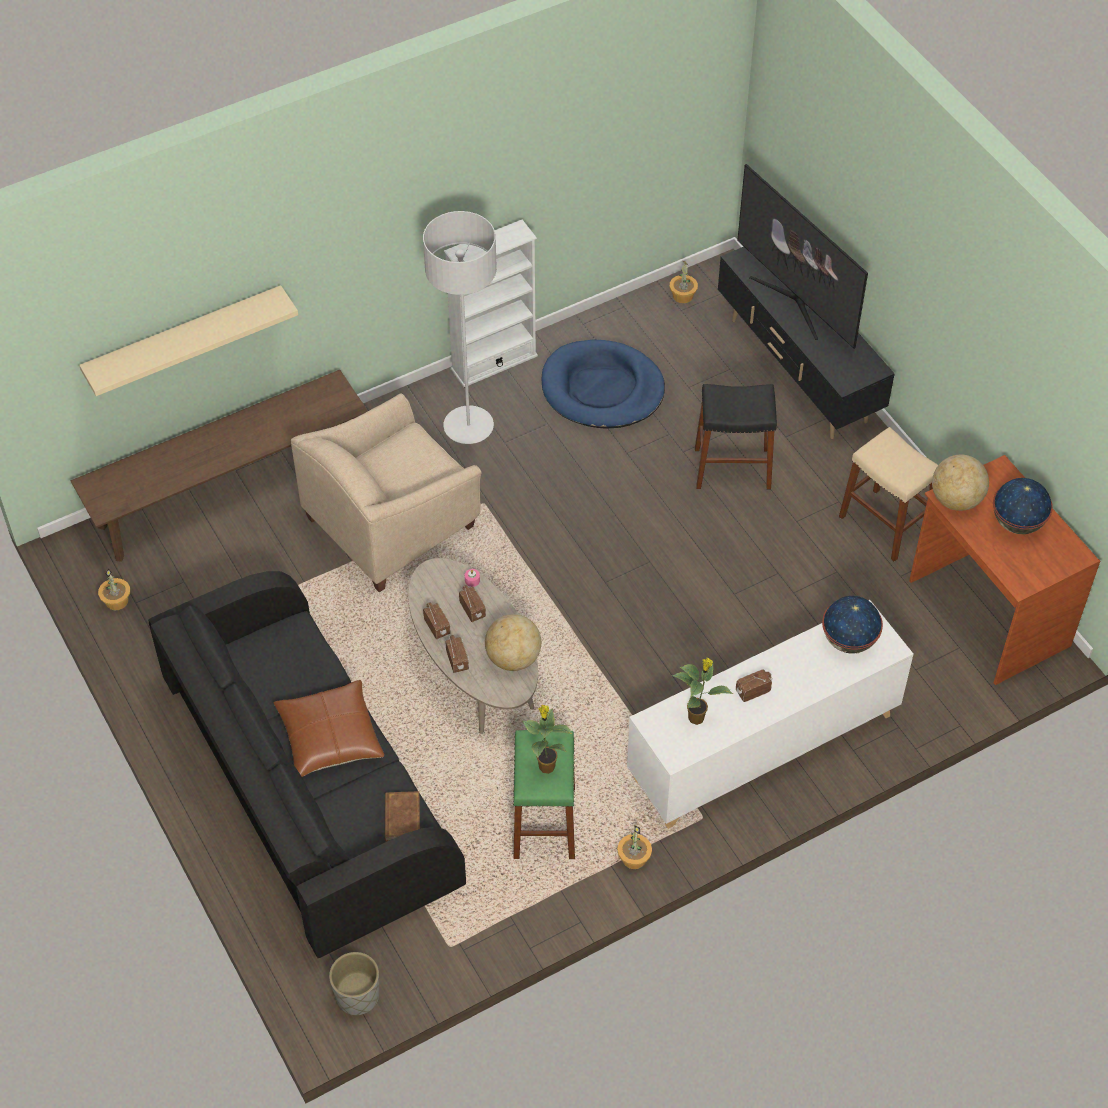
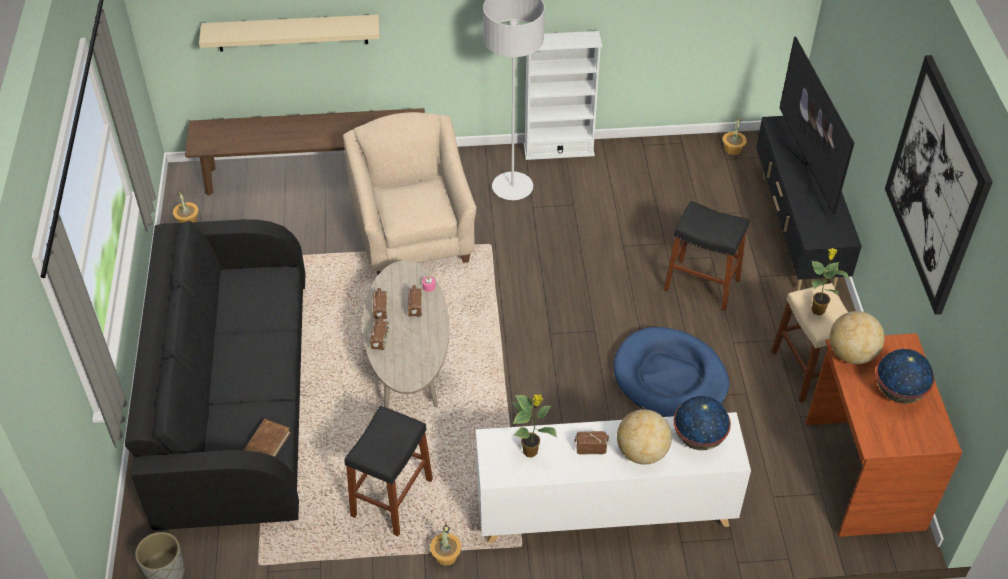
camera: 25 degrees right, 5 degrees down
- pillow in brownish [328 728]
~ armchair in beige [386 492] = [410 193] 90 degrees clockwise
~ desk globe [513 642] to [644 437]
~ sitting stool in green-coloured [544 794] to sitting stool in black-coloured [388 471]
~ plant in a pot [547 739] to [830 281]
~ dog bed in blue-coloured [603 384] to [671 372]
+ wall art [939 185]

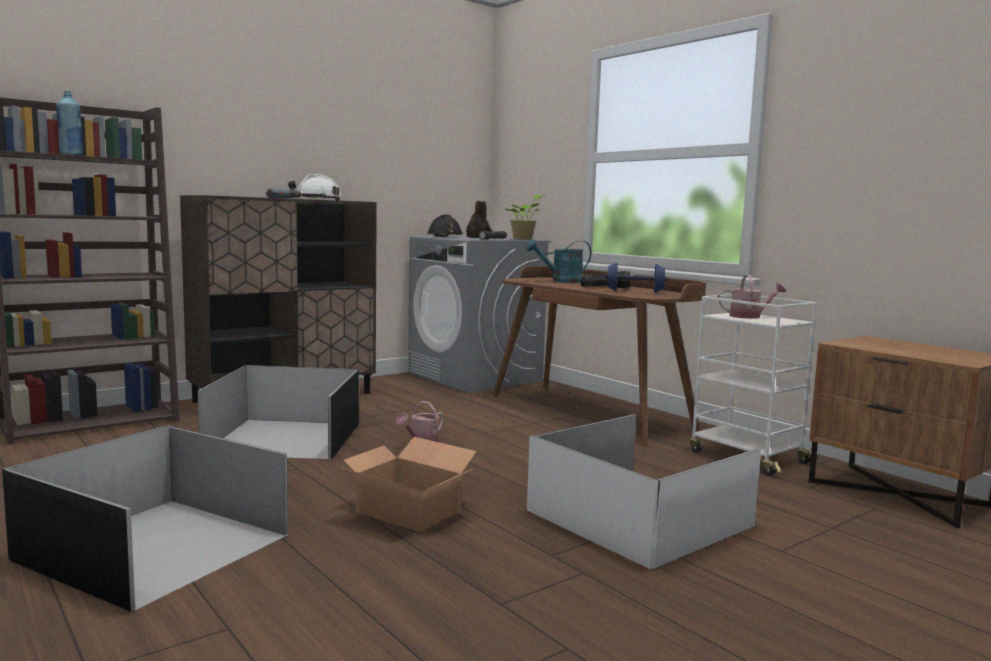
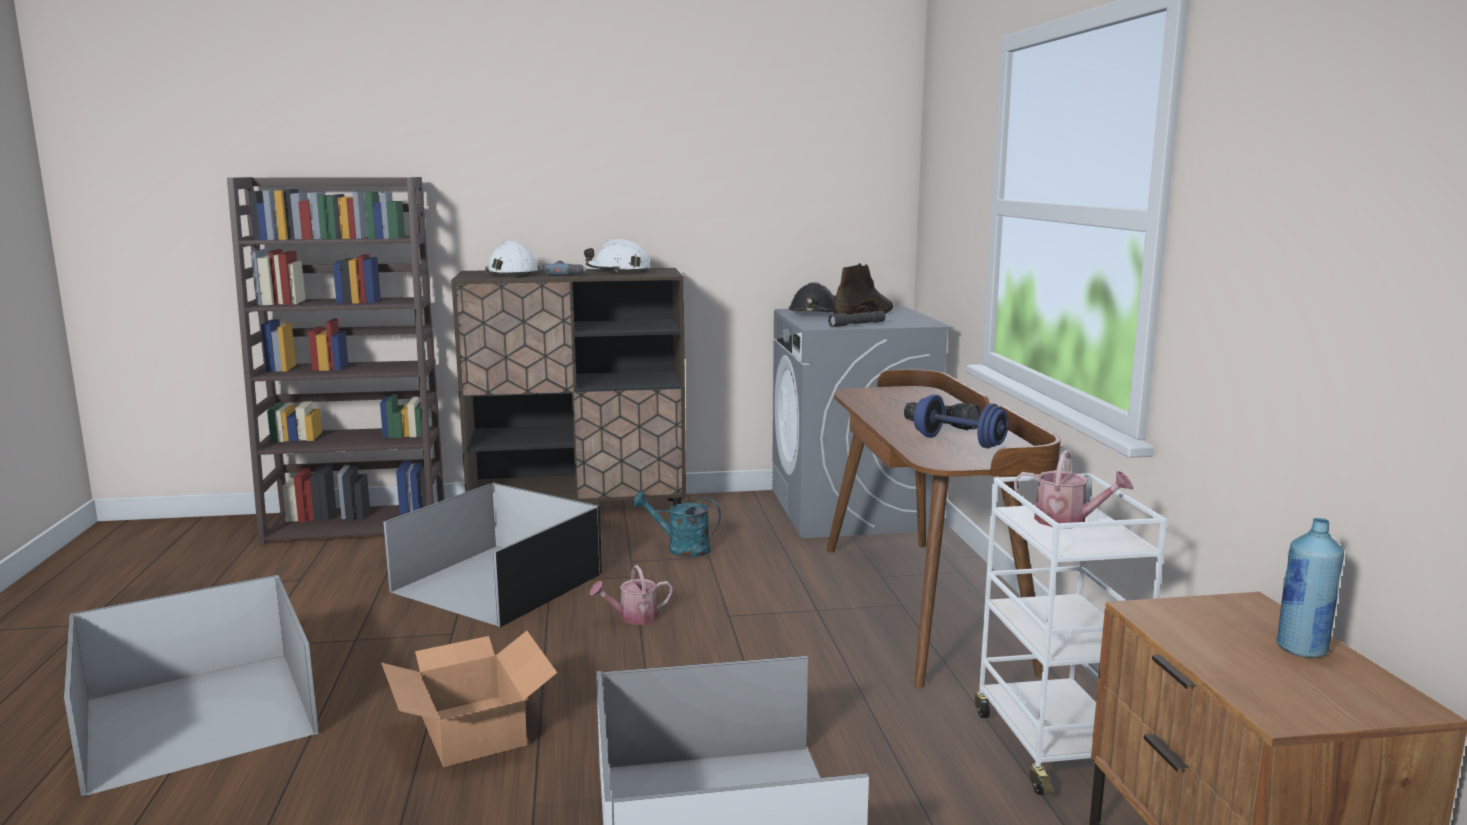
camera: 30 degrees right, 5 degrees up
~ drink bottle in blue-coloured [69 123] to [1310 588]
- plant in a pot [524 217]
~ sprinkling can in turquoise-coloured [559 261] to [677 524]
+ safety helmet in white-coloured [512 259]

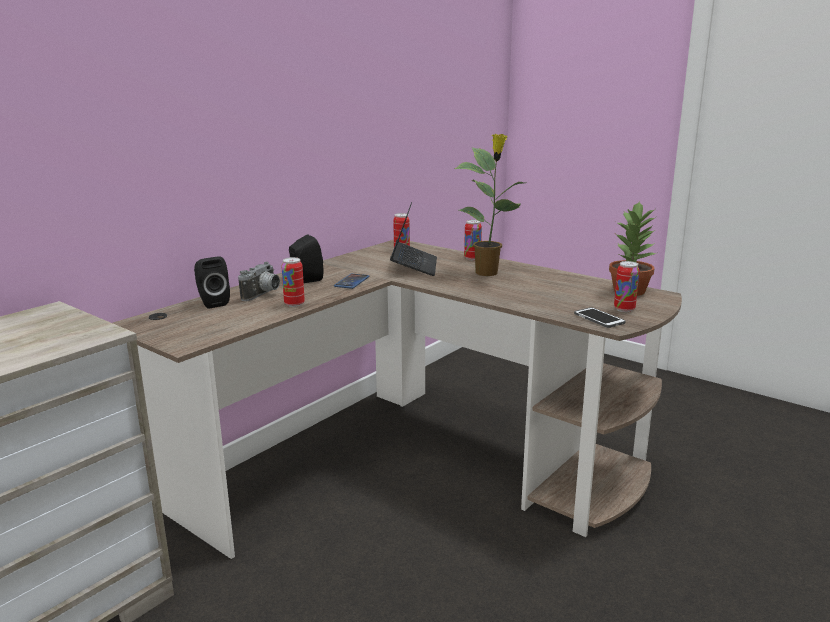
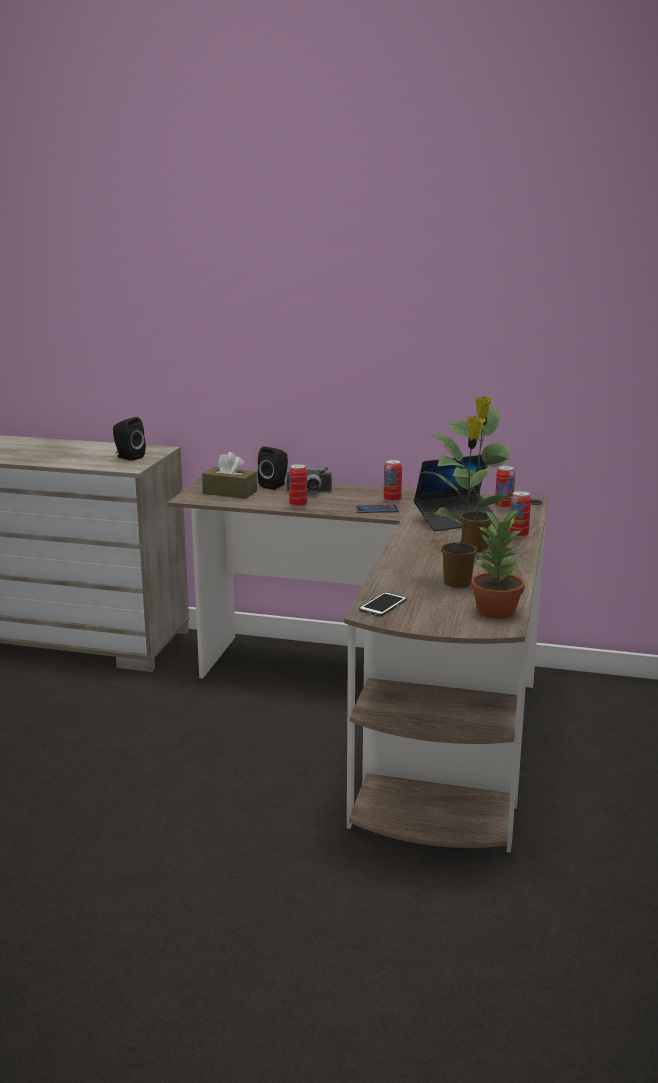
camera: 65 degrees right, 0 degrees up
~ loudspeaker in black-coloured [306 258] to [129 439]
~ metal can [626 286] to [393 481]
+ tissue box in brownish [229 475]
+ plant in a pot [469 502]

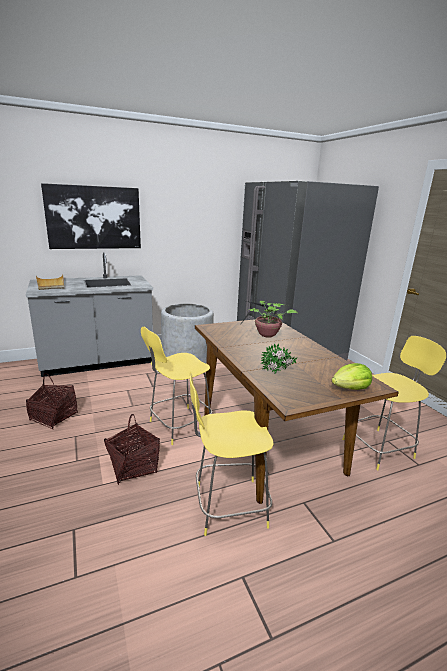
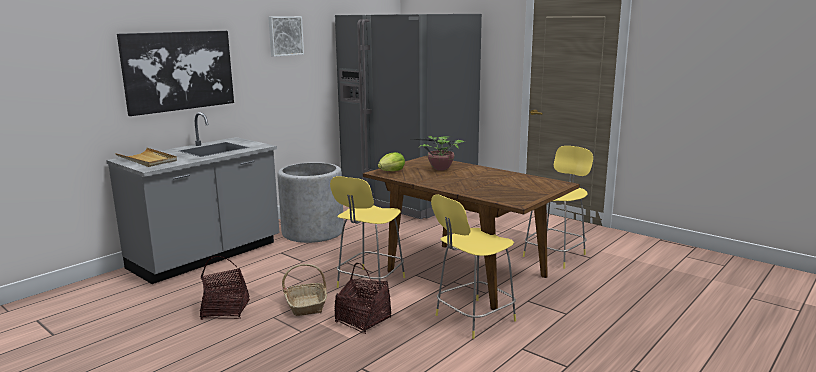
camera: 25 degrees left, 5 degrees down
- plant in a pot [279 358]
~ lettuce head [352 376] to [391 161]
+ wall art [286 36]
+ storage basket [304 290]

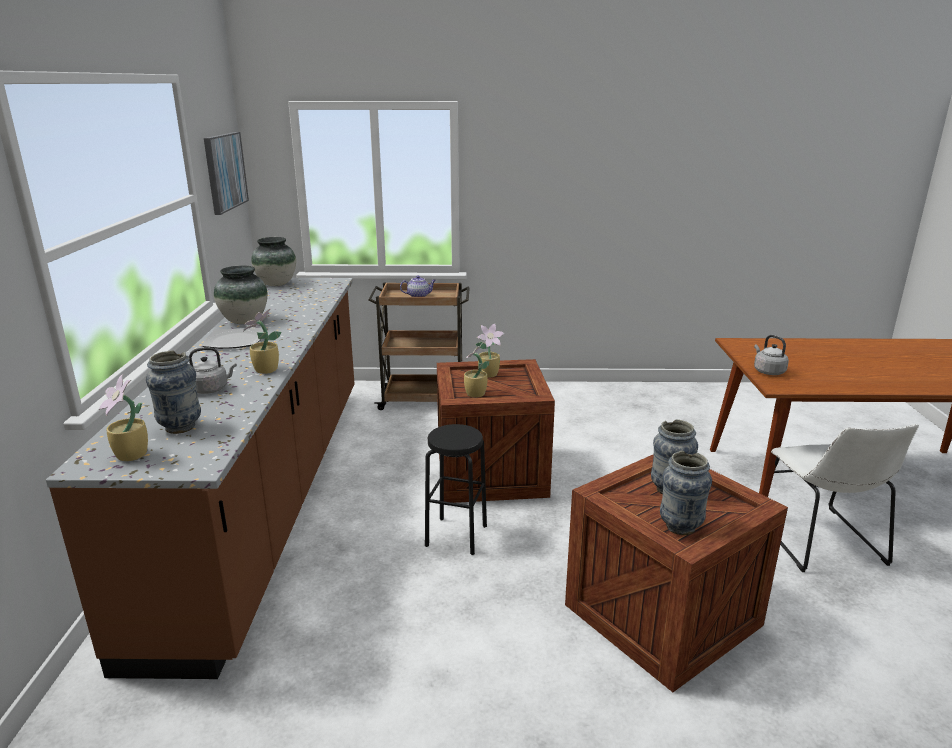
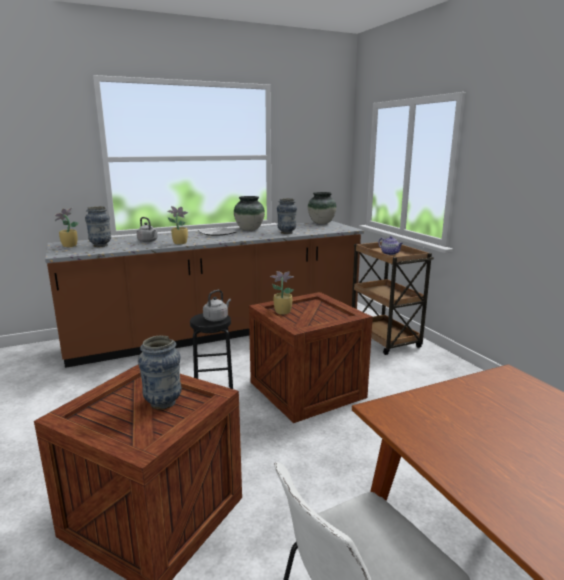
camera: 65 degrees right, 5 degrees down
- wall art [226 173]
- plant in a pot [490 351]
~ flower vase [686 493] to [287 216]
~ water kettle in gray [771 355] to [217 305]

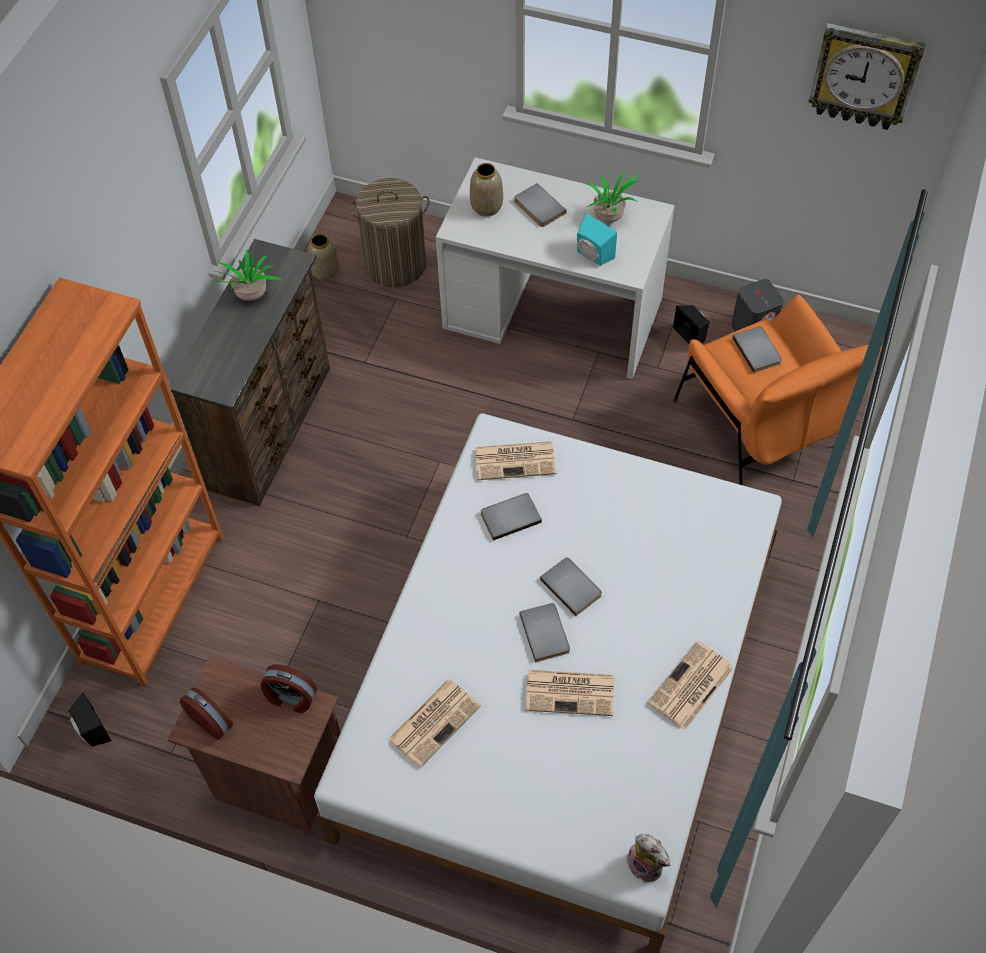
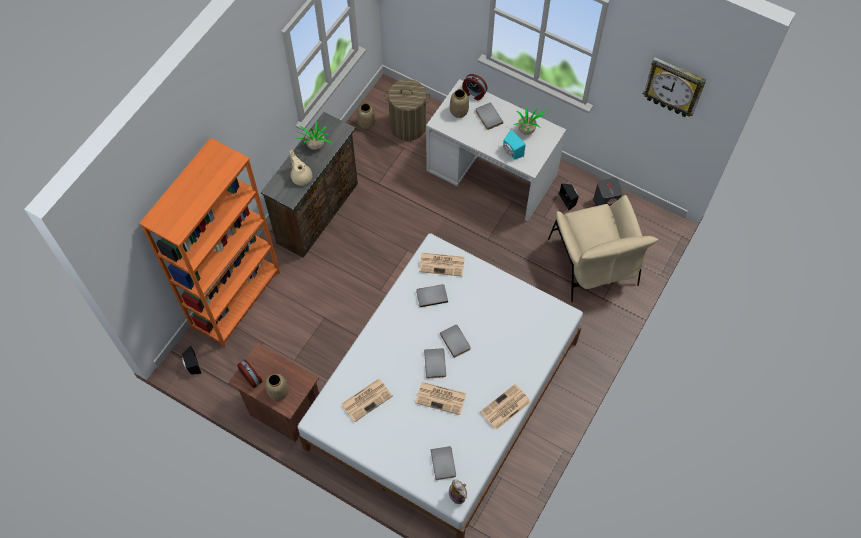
camera: 10 degrees right, 5 degrees up
~ table clock [289 689] to [474 87]
~ armchair in orange-coloured [777 389] to armchair in beige [603 248]
~ bound book in gray [757 349] to [443 463]
+ flower vase [277 387]
+ teapot in beige [301 168]

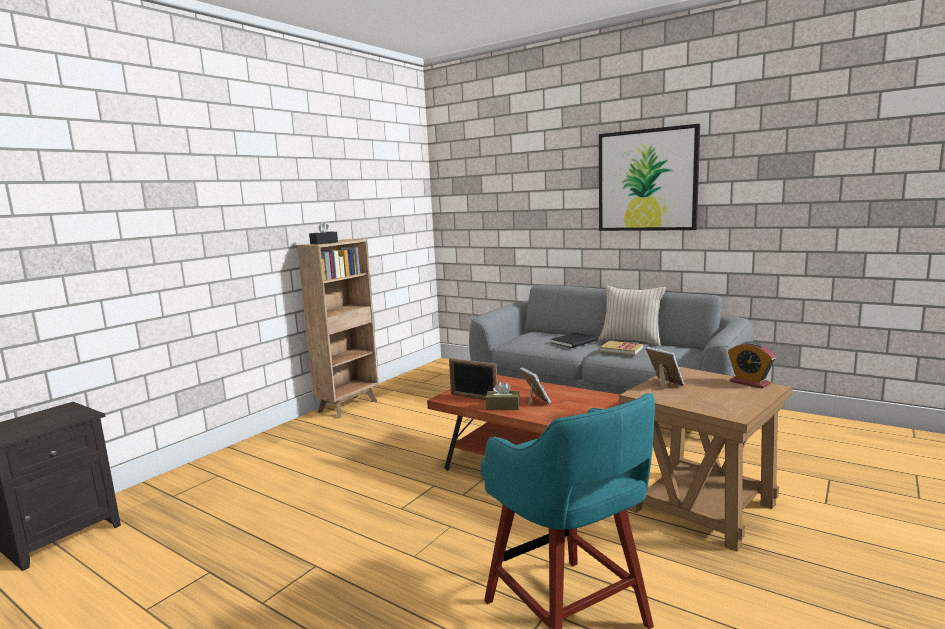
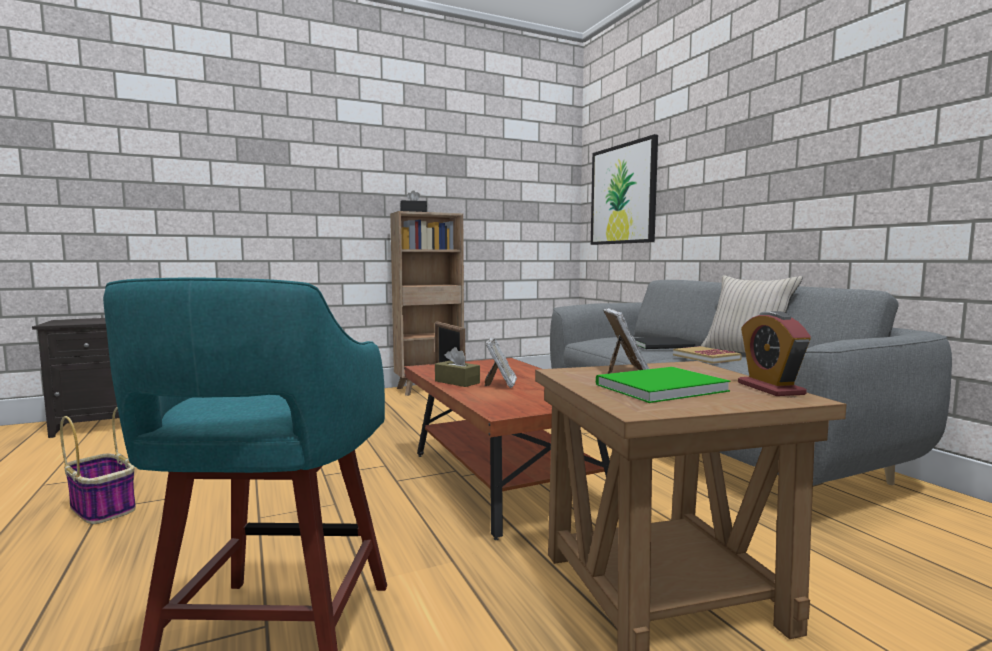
camera: 30 degrees right, 5 degrees down
~ wall art [649 177] to [624 189]
+ storage basket [98 465]
+ bound book in green-coloured [663 385]

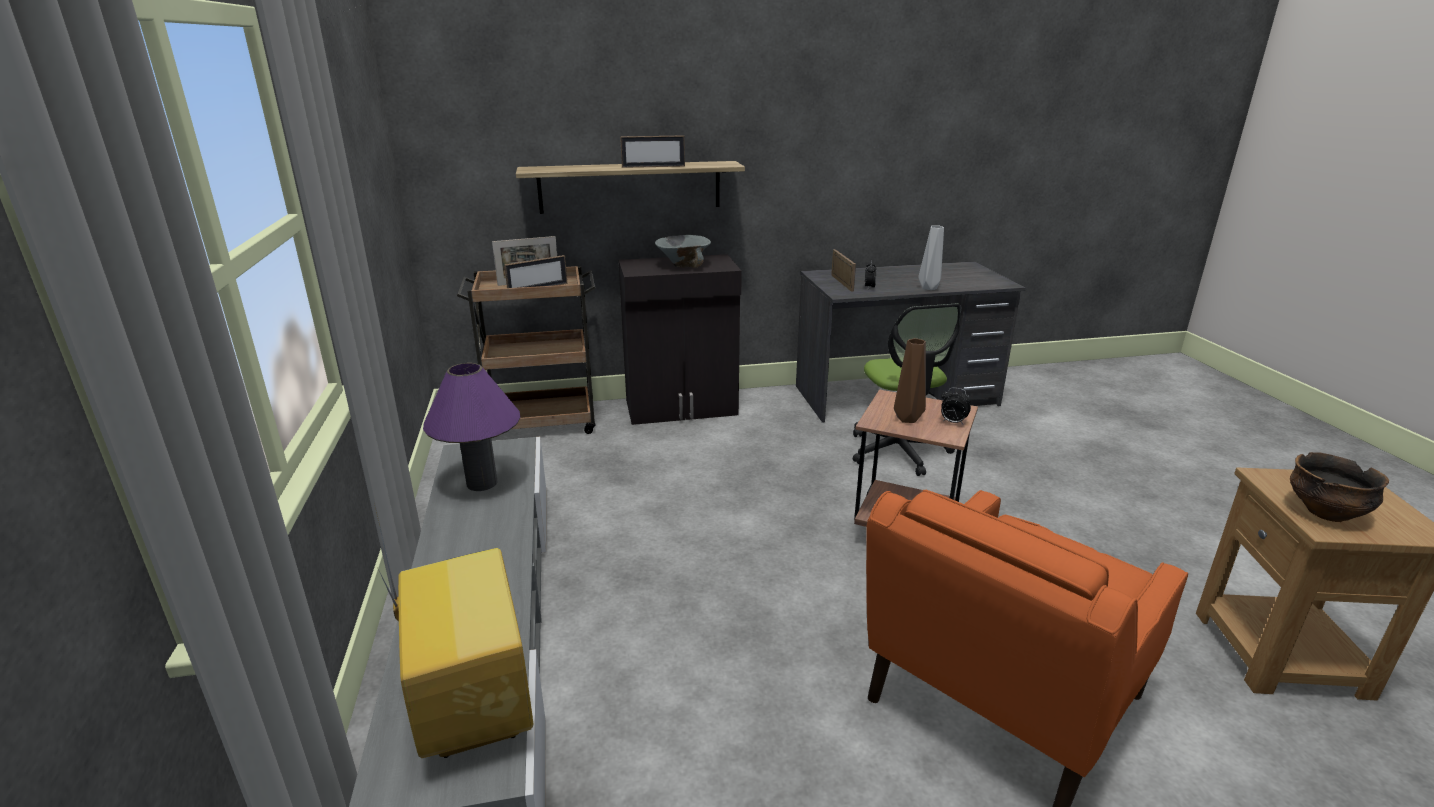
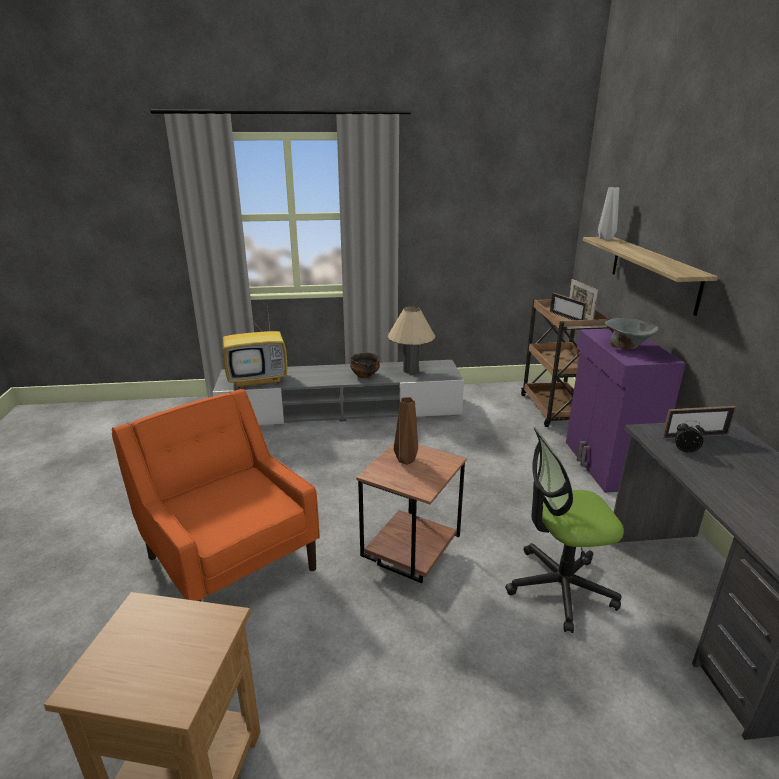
camera: 95 degrees right, 0 degrees up
~ table lamp in purple [471 427] to table lamp in beige [411 340]
~ cupboard in black-coloured [680 339] to cupboard in purple [626 410]
- standing frame [652 151]
~ flower vase in gray [931 258] to [608 213]
- table clock [956 406]
~ deep dish [1339 487] to [365 365]

